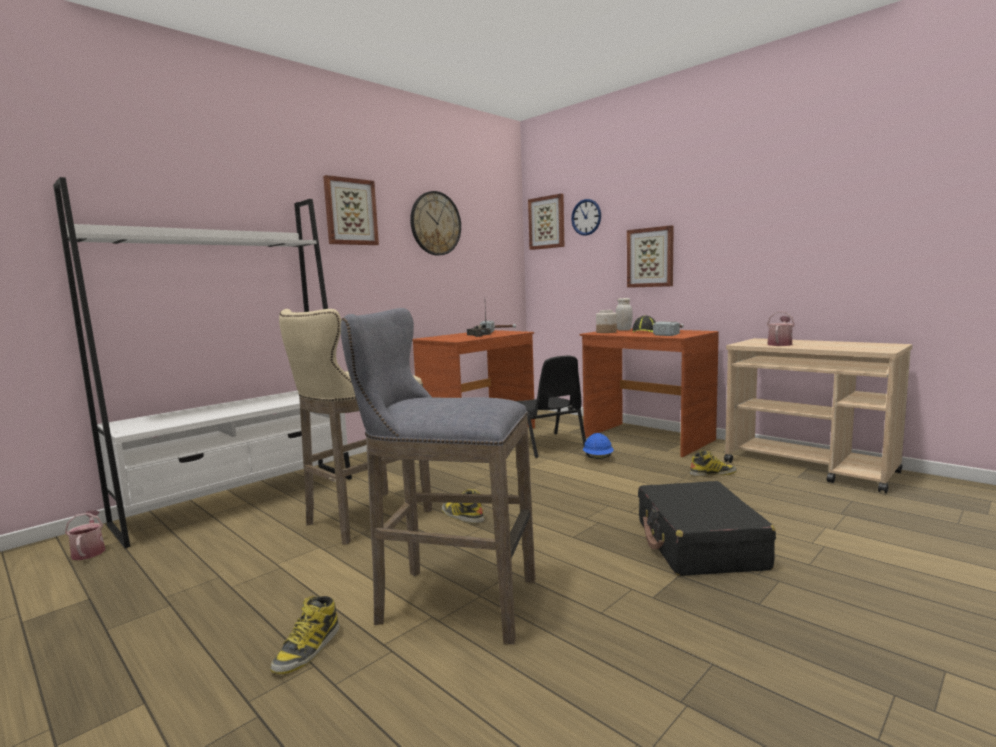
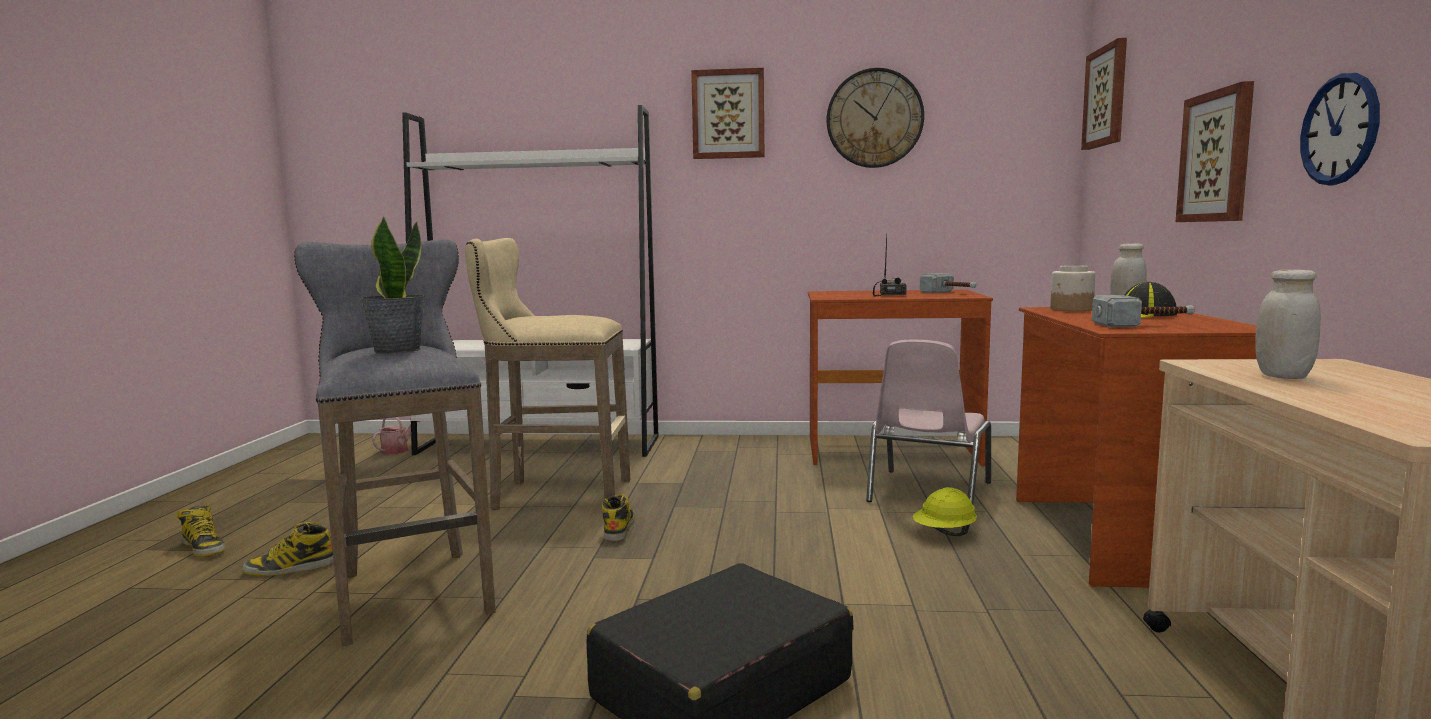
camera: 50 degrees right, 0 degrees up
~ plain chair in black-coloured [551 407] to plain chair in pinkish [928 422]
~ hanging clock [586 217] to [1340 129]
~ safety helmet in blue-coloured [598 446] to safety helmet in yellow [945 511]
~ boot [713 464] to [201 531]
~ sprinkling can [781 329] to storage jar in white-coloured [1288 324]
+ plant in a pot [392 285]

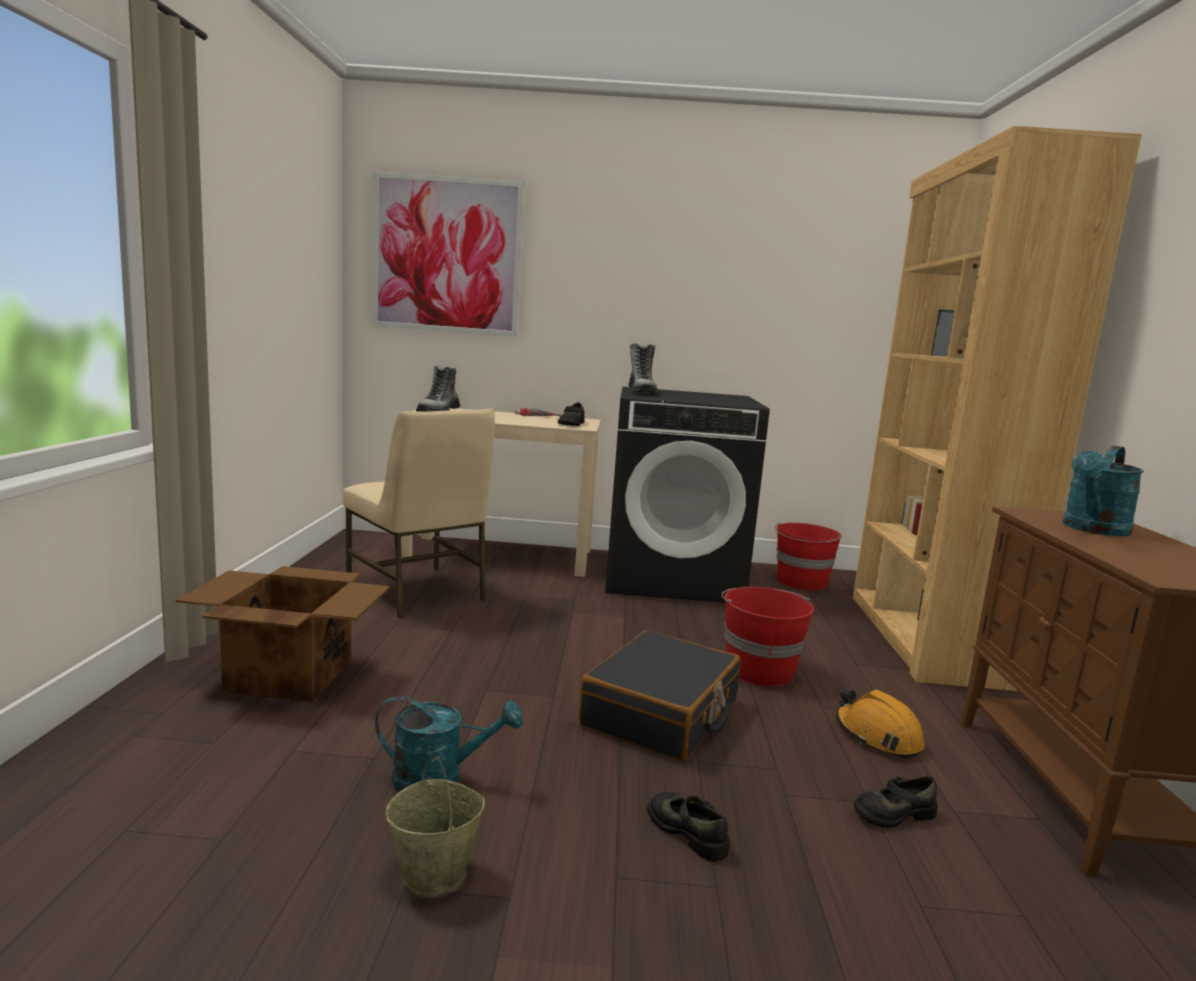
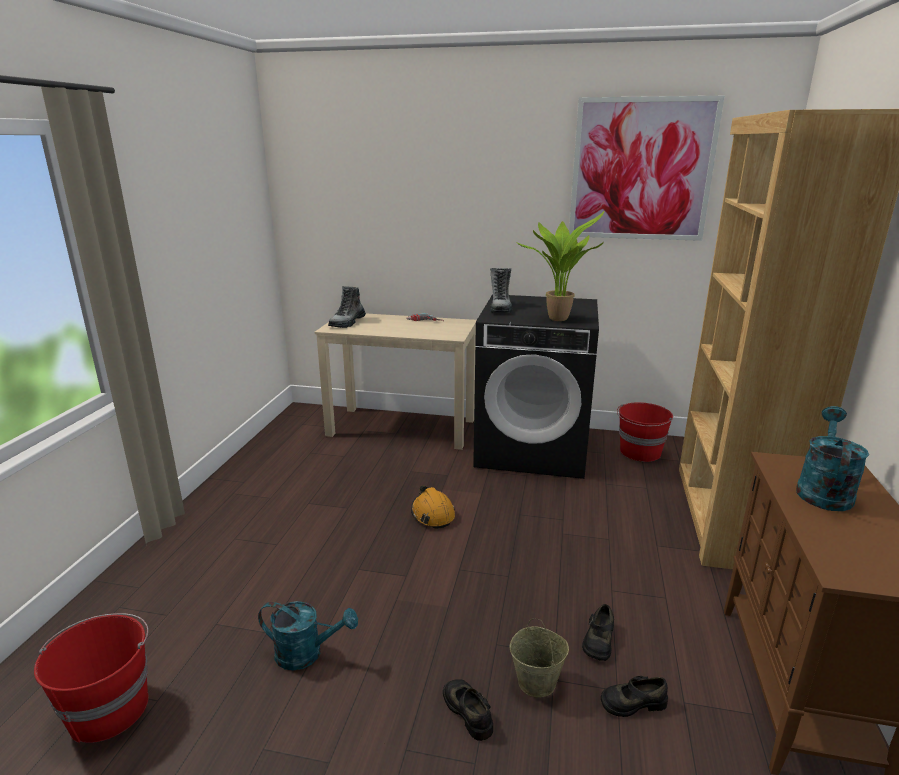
camera: 10 degrees right, 10 degrees up
- packing box [283 634]
- plain chair in beige [419 513]
~ wall art [448 254] to [646 168]
~ bucket in beige [435 825] to [539 658]
~ shoe in black-coloured [571 414] to [598 632]
- travel case in black-coloured [660 695]
~ bucket in red-coloured [768 637] to [91 678]
~ safety helmet in orange-coloured [880 724] to [433 507]
~ sprinkling can in turquoise-coloured [1103 491] = [832 458] 150 degrees clockwise
+ plant in a pot [559 266]

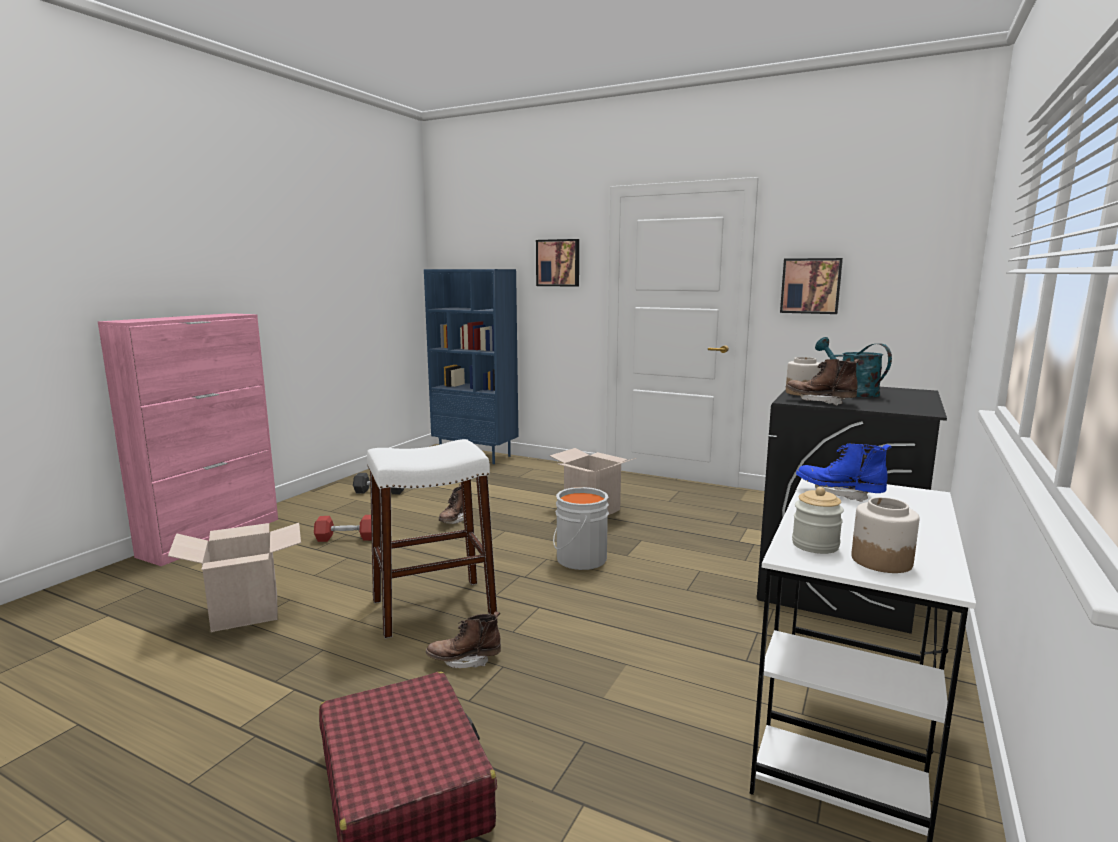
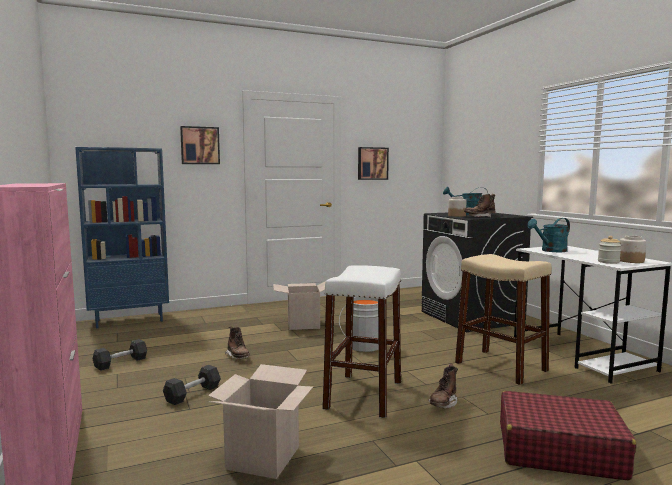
camera: 50 degrees left, 5 degrees down
~ dumbbell in red-coloured [343 528] to dumbbell in gray [192 385]
~ boot in blue-coloured [844 472] to sprinkling can in turquoise-coloured [548 235]
+ sitting stool in beige [503 319]

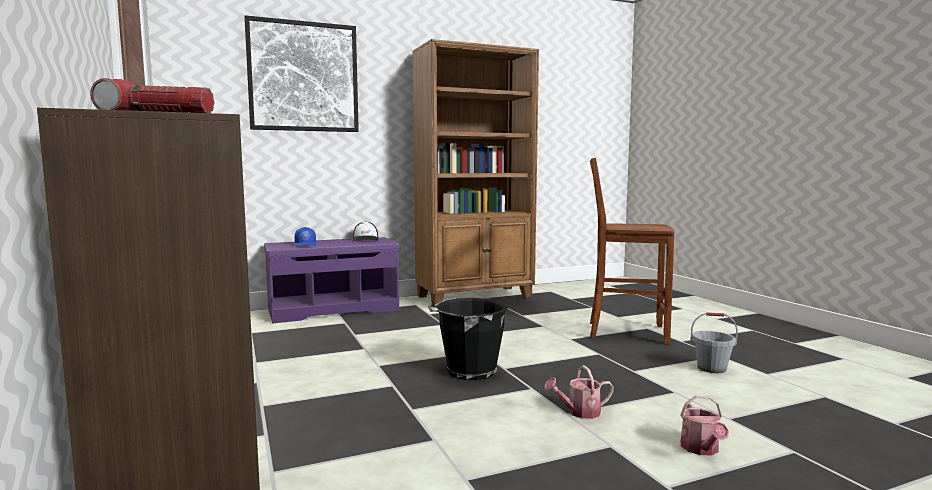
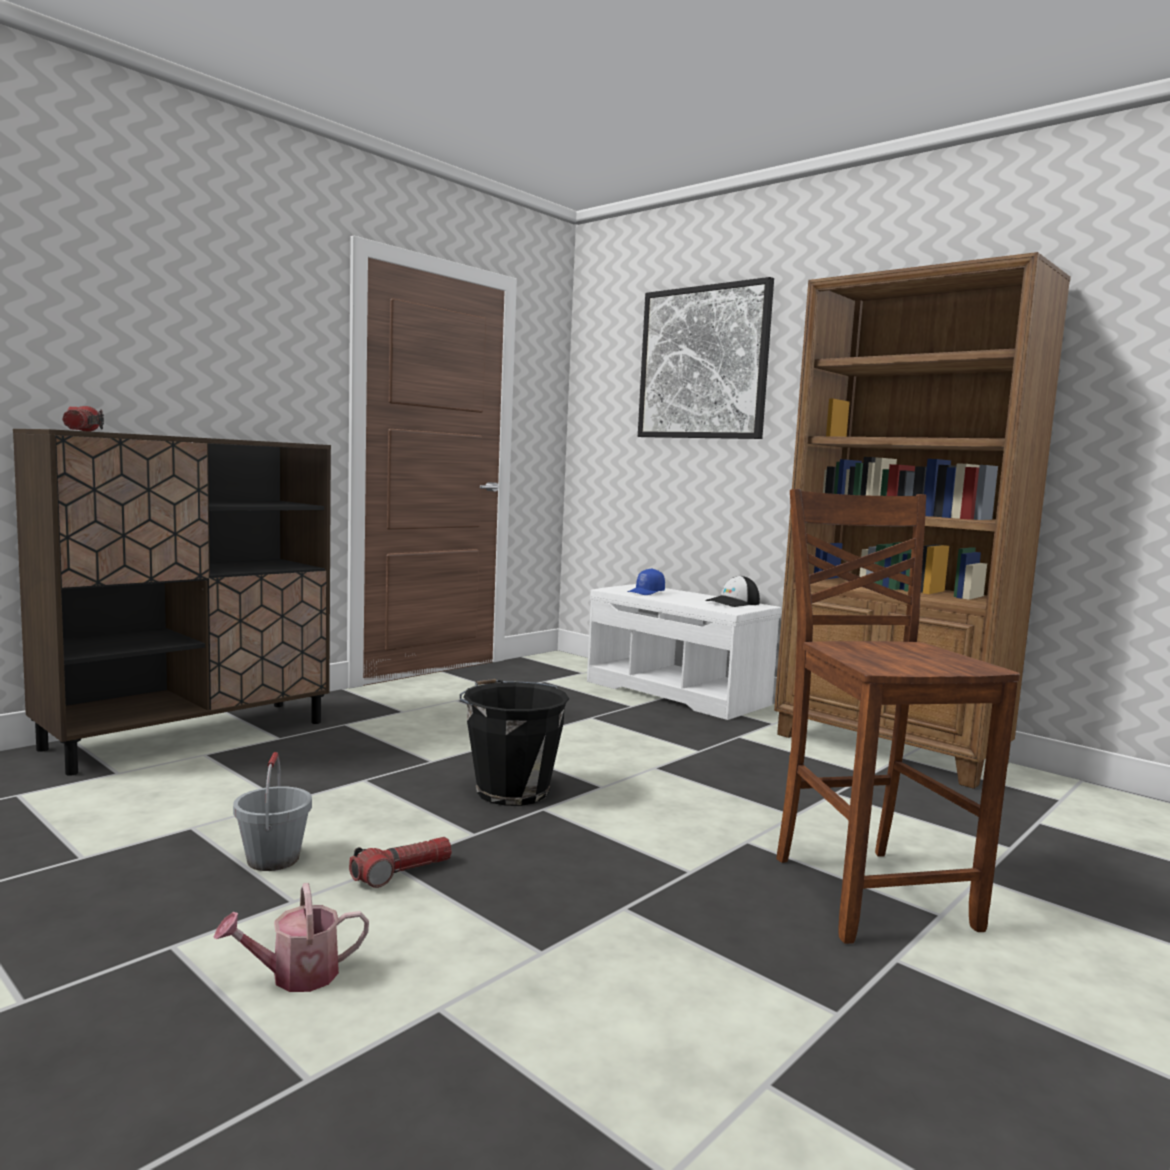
camera: 65 degrees right, 0 degrees up
~ long seat in purple [331 280] to long seat in white-coloured [684 652]
~ sprinkling can [579 392] to torch [400 862]
~ bucket in gray [714 342] to [272 811]

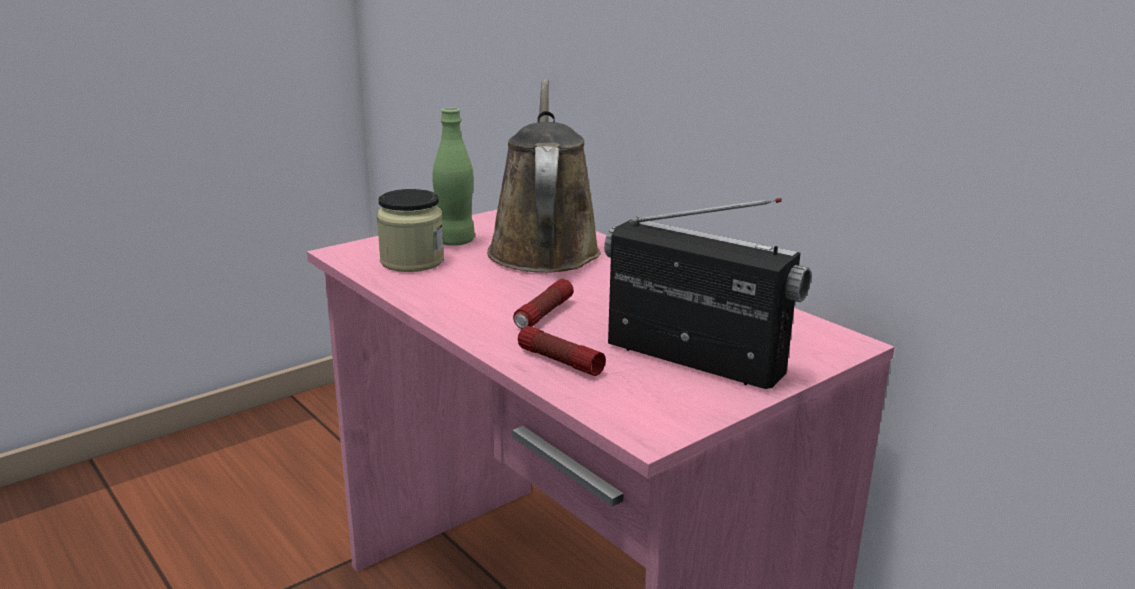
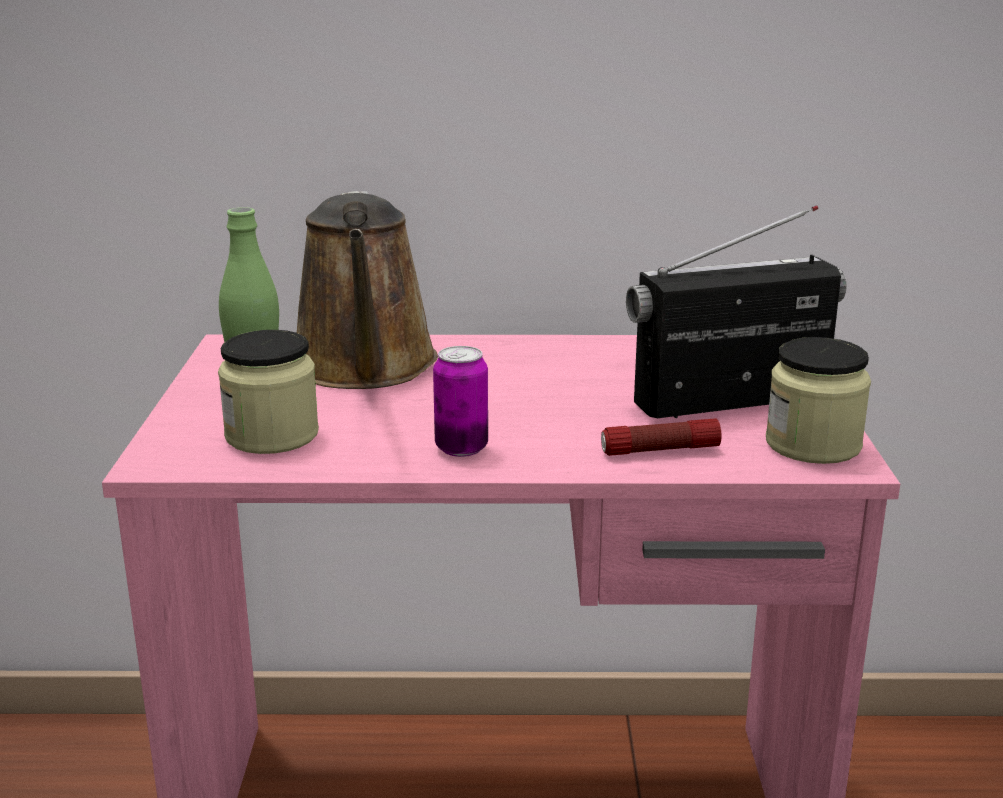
camera: 50 degrees left, 0 degrees up
~ sprinkling can in brownish [544 176] = [367 290] 135 degrees counterclockwise
- torch [543 304]
+ metal can [460 401]
+ storage jar [818 400]

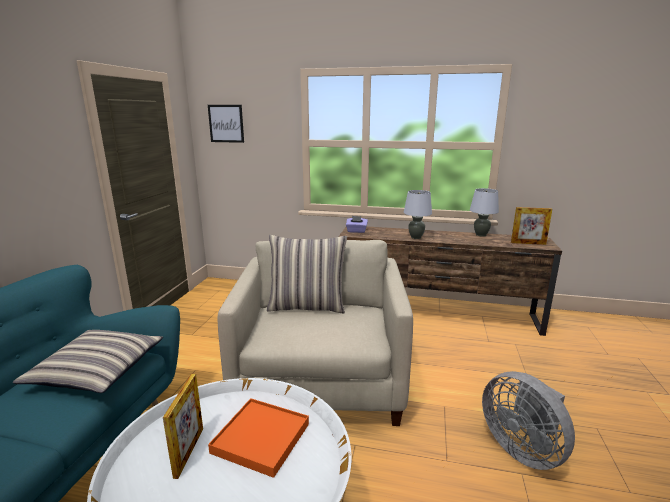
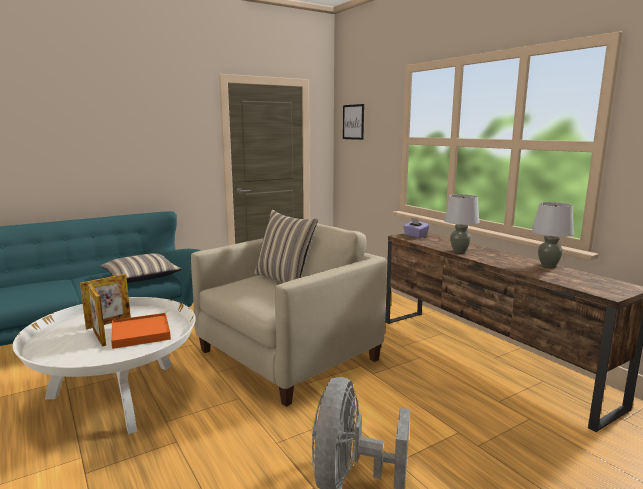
camera: 45 degrees right, 5 degrees down
~ standing frame [531 226] to [96 315]

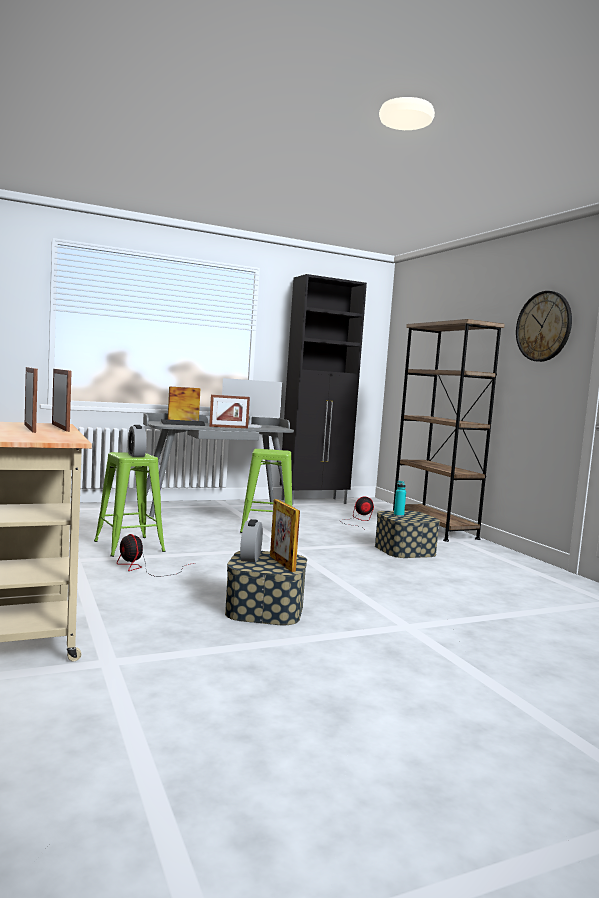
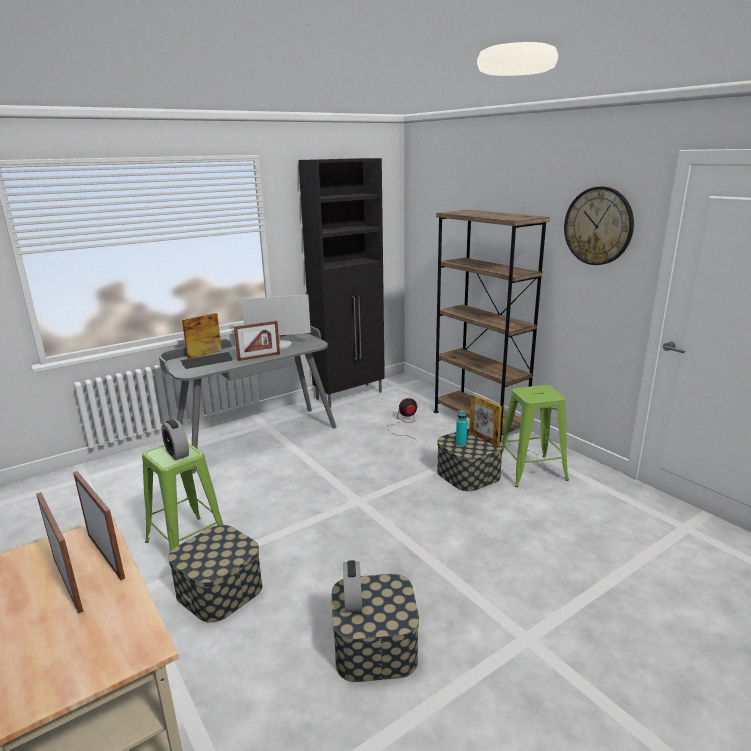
camera: 10 degrees left, 15 degrees up
~ electric fan [156 555] to storage box [215 574]
~ sitting stool in green-coloured [266 491] to [535 436]
~ standing frame [285 535] to [485 420]

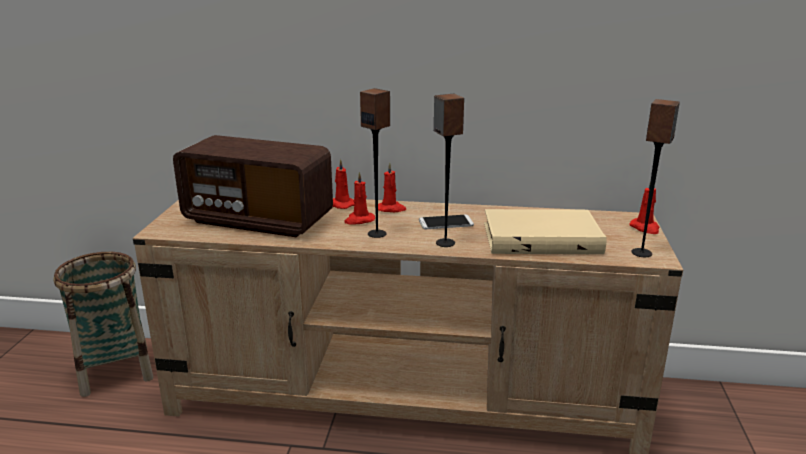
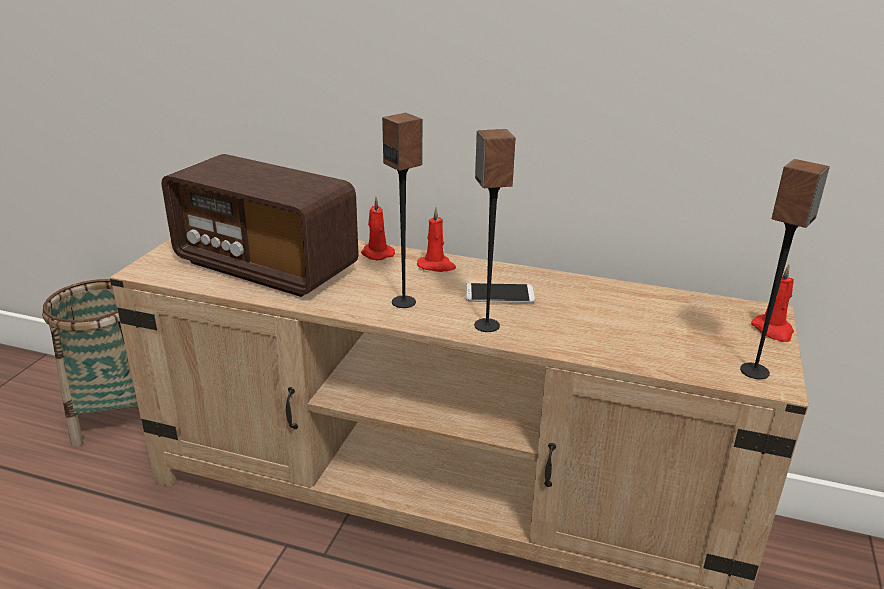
camera: 10 degrees right, 5 degrees up
- wax candle in red-coloured [359 198]
- bound book in beige [545 231]

